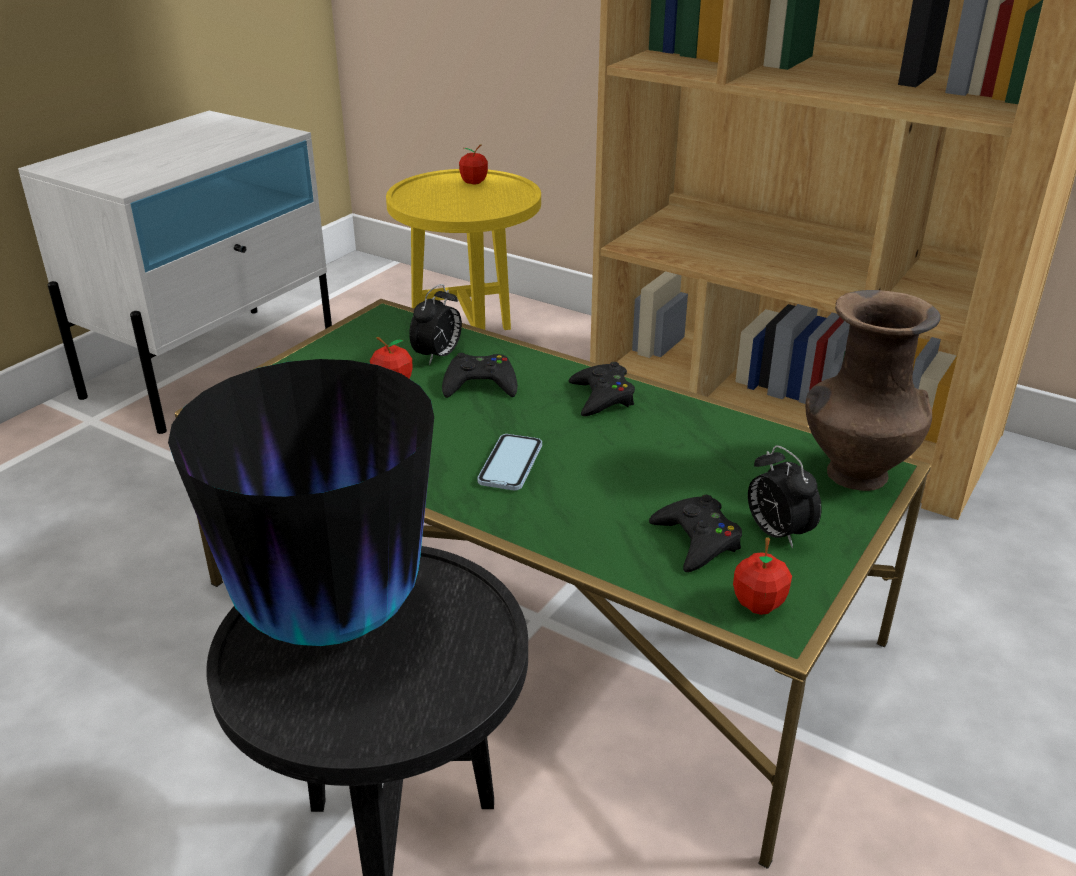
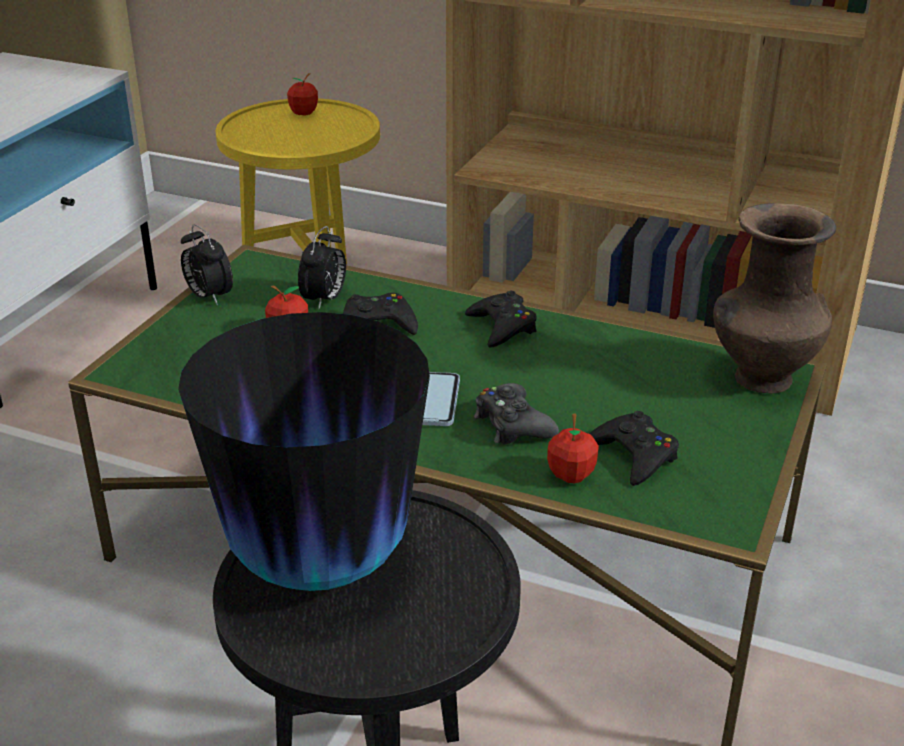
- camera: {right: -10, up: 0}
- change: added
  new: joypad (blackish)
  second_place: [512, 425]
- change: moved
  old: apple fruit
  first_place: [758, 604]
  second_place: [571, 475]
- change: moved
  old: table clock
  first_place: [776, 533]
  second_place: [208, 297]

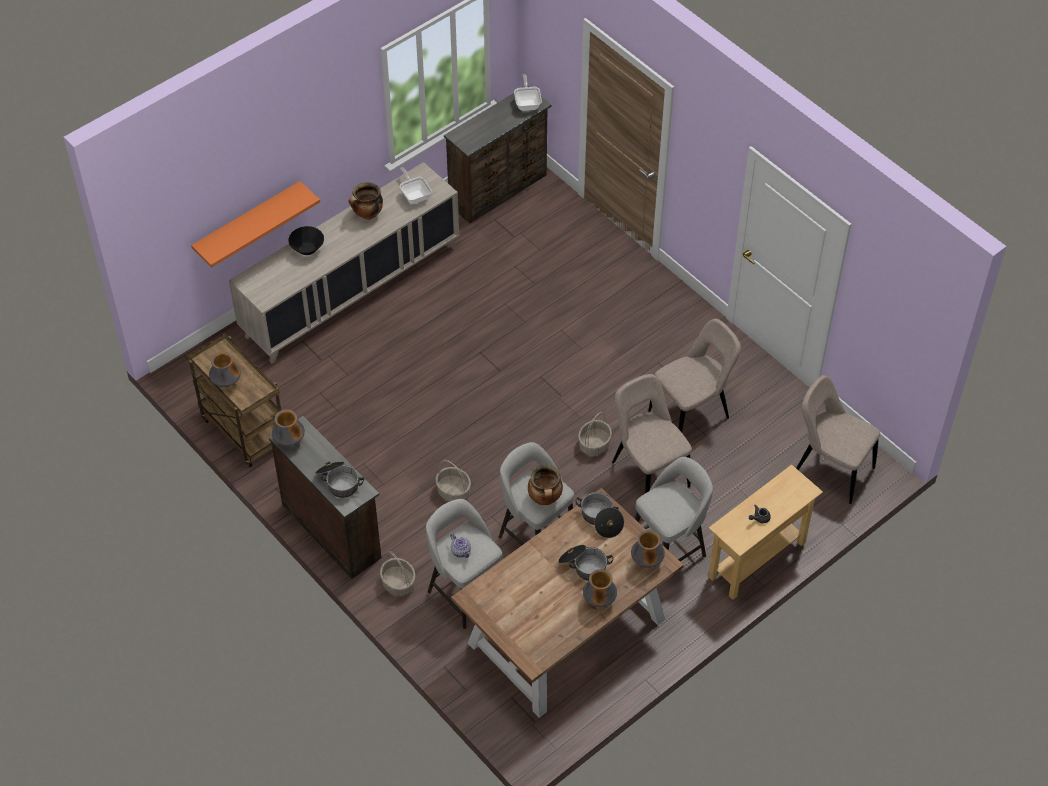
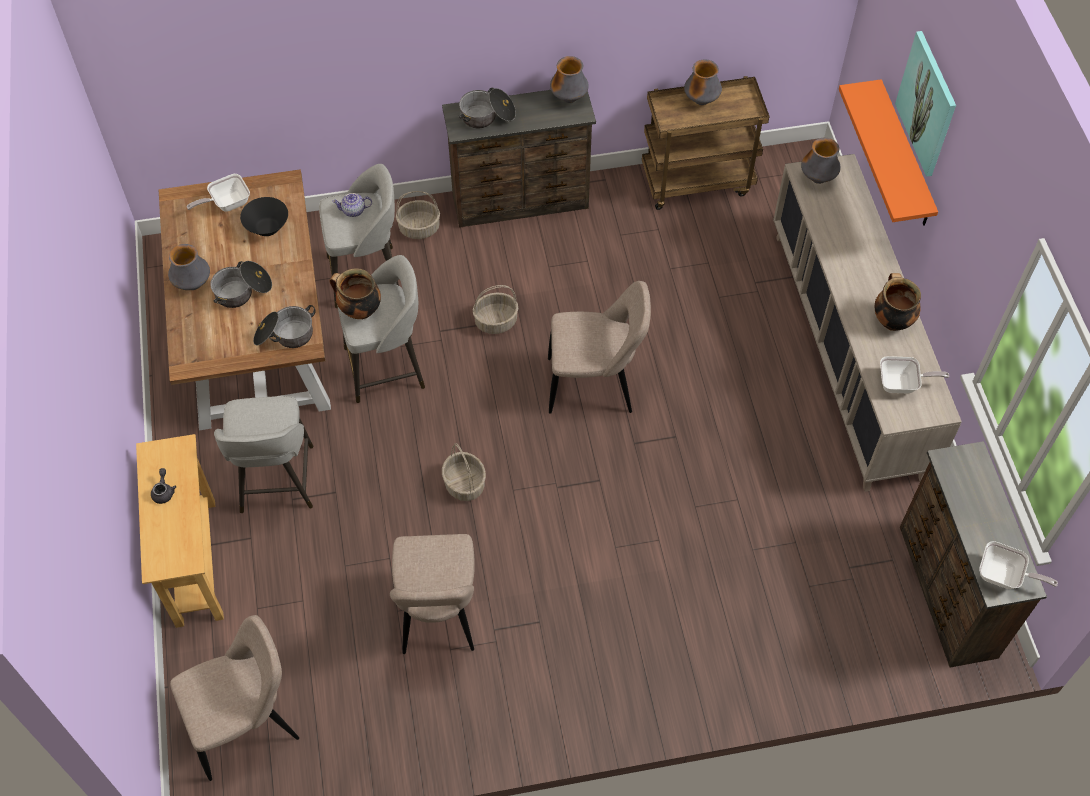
- camera: {right: 120, up: 5}
- change: added
  new: skillet
  second_place: [227, 203]
- change: added
  new: wall art
  second_place: [927, 104]
- change: moved
  old: bowl (blackish)
  first_place: [307, 249]
  second_place: [267, 228]
- change: moved
  old: upright chair (sand-coloured)
  first_place: [648, 471]
  second_place: [594, 385]
- change: moved
  old: vase
  first_place: [647, 561]
  second_place: [817, 178]

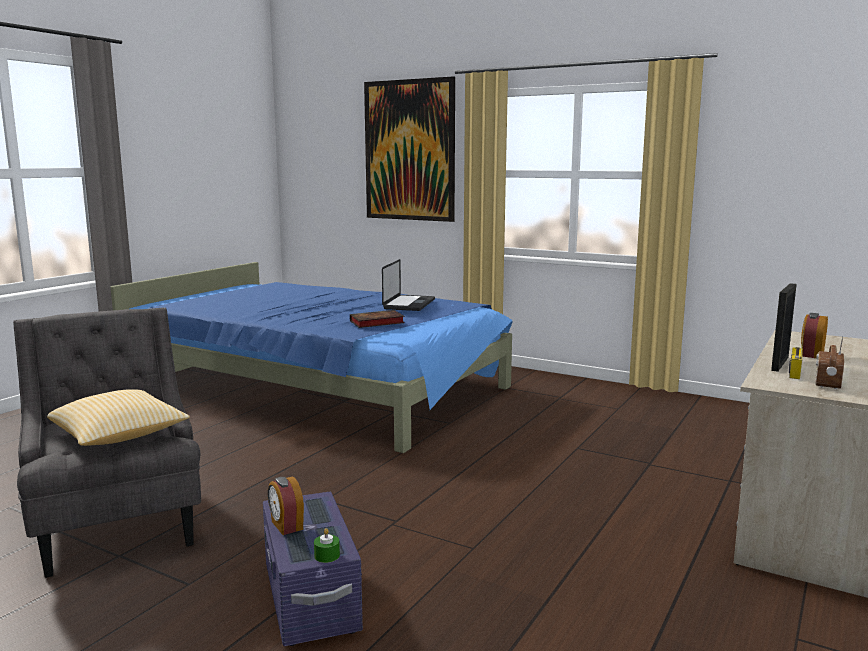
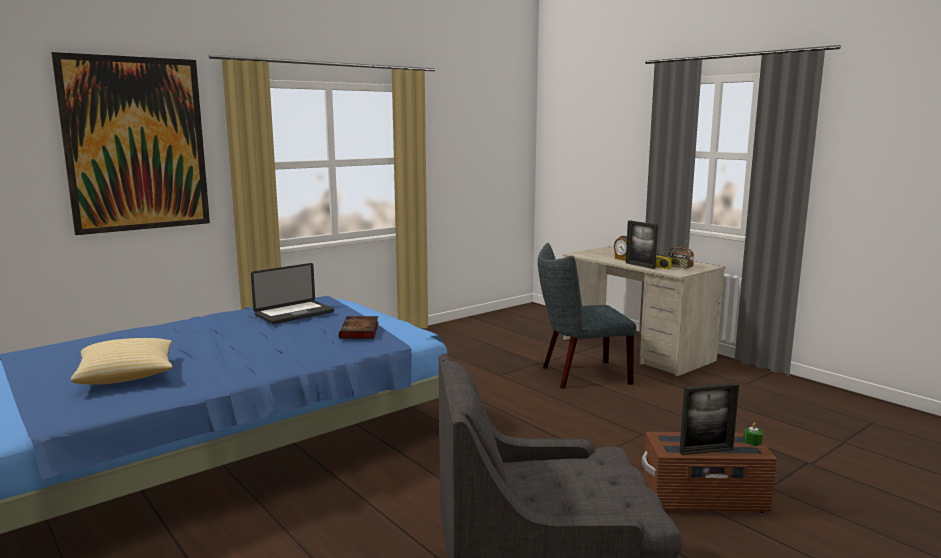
- camera: {right: -70, up: 0}
- change: added
  new: upright chair (grey)
  second_place: [580, 375]
- change: moved
  old: pillow
  first_place: [119, 437]
  second_place: [127, 376]
- change: replaced
  old: table clock
  new: photo frame
  first_place: [286, 526]
  second_place: [706, 451]
- change: recoloured
  old: storage box (purplish)
  new: storage box (brown)
  first_place: [310, 598]
  second_place: [704, 499]
- change: turned
  old: notebook computer
  first_place: [409, 304]
  second_place: [294, 314]
  degrees: 105

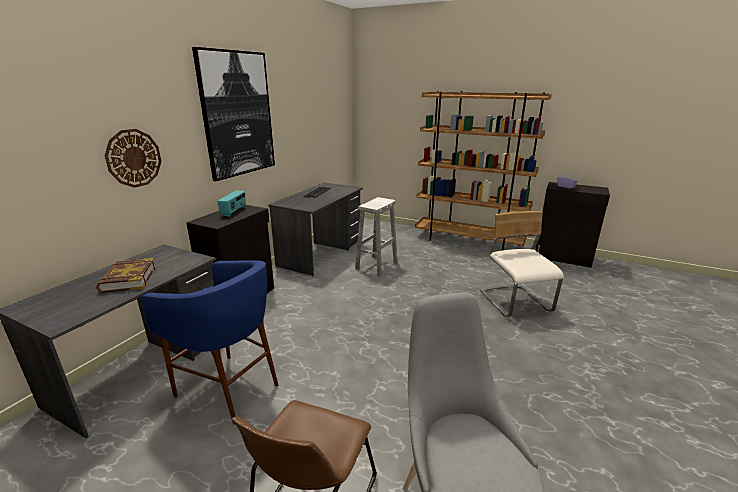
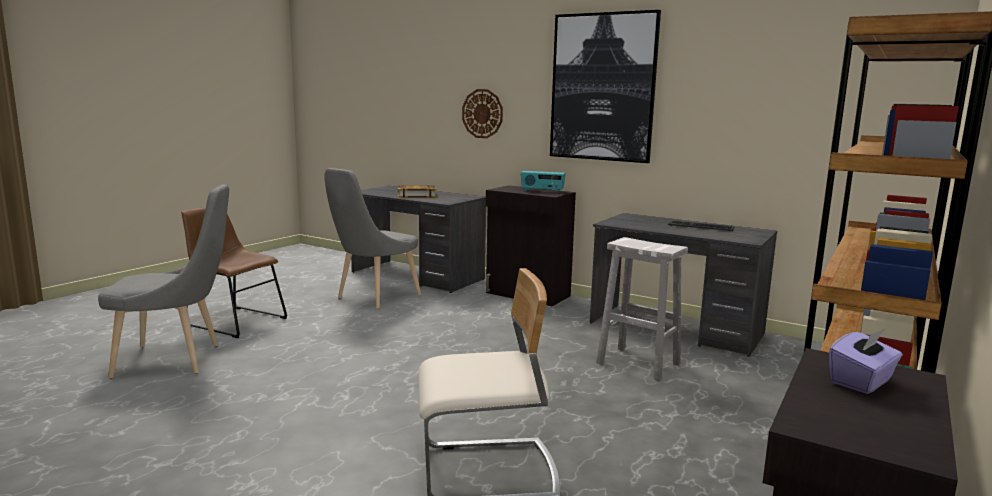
- camera: {right: 95, up: -10}
- change: replaced
  old: sitting stool (blue-coloured)
  new: upright chair (grey)
  first_place: [229, 389]
  second_place: [374, 298]

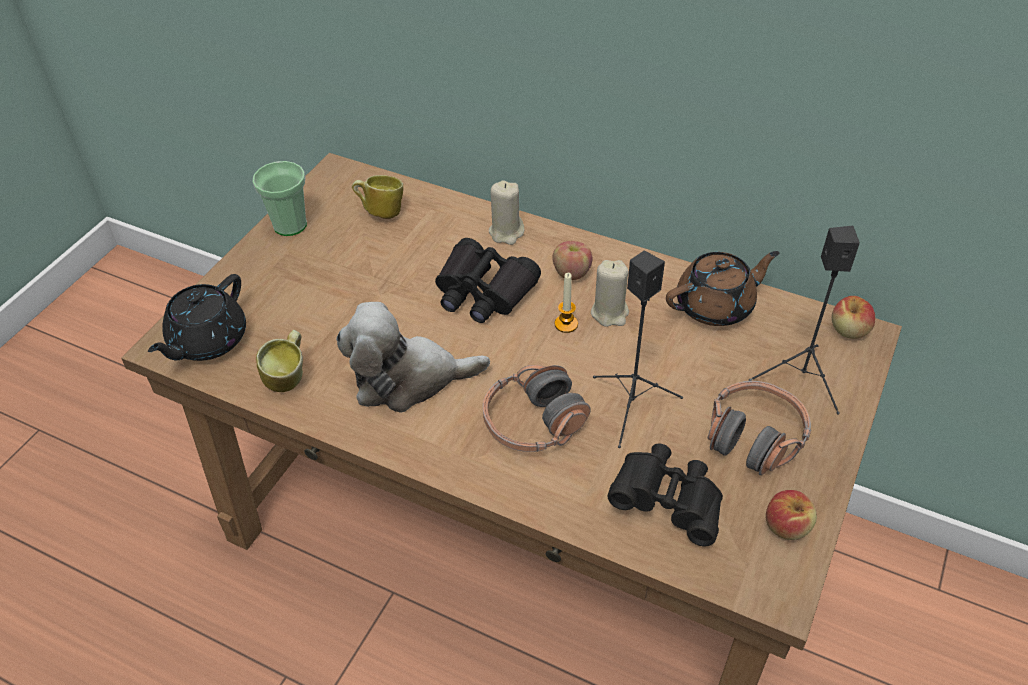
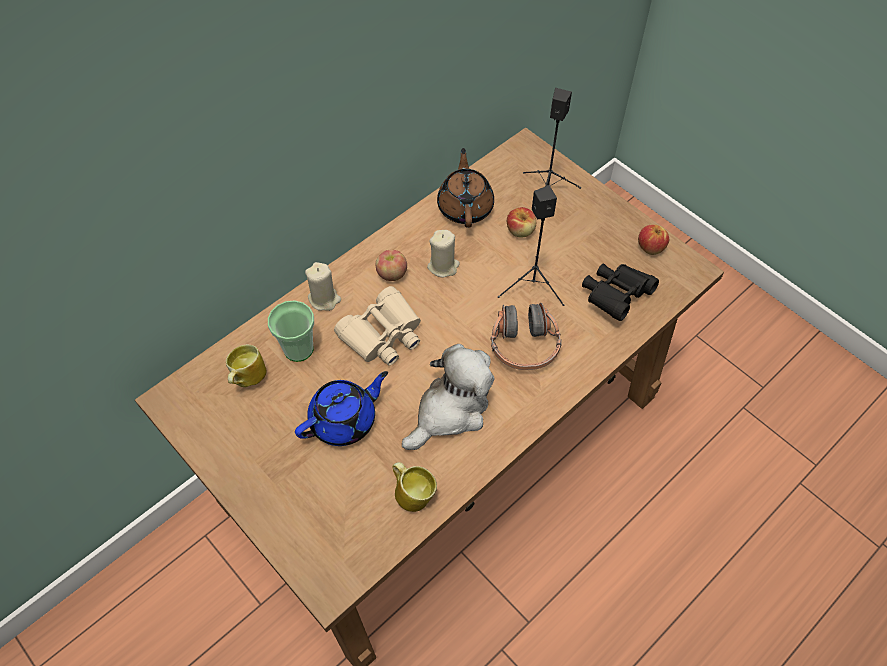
- camera: {right: -70, up: 10}
- change: removed
  old: teapot (blackish)
  first_place: [207, 341]
- change: removed
  old: candle
  first_place: [566, 324]
- change: removed
  old: headphones
  first_place: [754, 437]
- change: added
  new: teapot (blue-coloured)
  second_place: [344, 420]
- change: moved
  old: small cup
  first_place: [290, 225]
  second_place: [298, 349]
- change: moved
  old: apple fruit
  first_place: [849, 330]
  second_place: [520, 230]
- change: recoloured
  old: binoculars (blackish)
  new: binoculars (sand-coloured)
  first_place: [483, 291]
  second_place: [382, 335]
- change: turned
  old: cuddly toy
  first_place: [408, 379]
  second_place: [450, 410]
  degrees: -150

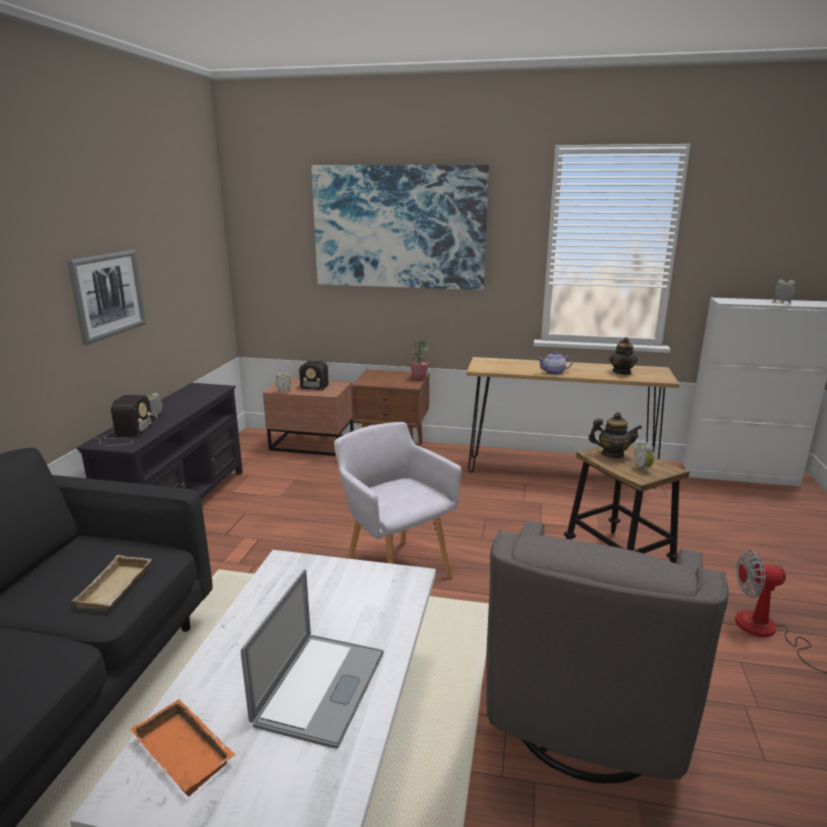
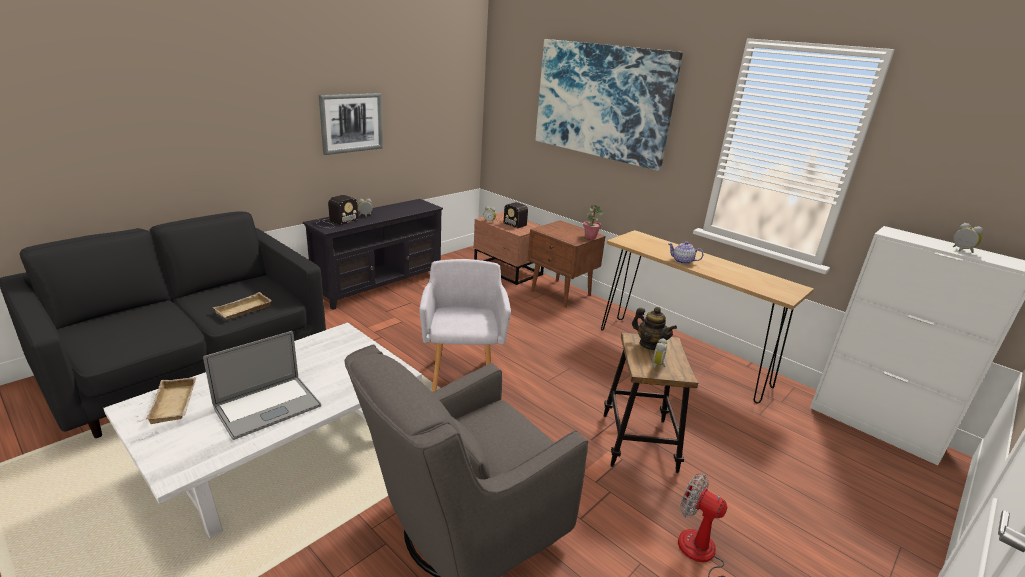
- camera: {right: 30, up: 5}
- change: removed
  old: teapot
  first_place: [622, 372]
- change: recoloured
  old: tray (orange-coloured)
  new: tray (sand-coloured)
  first_place: [187, 751]
  second_place: [176, 404]

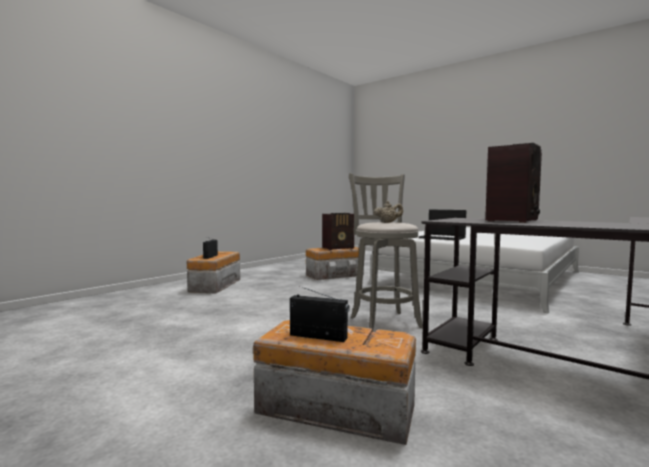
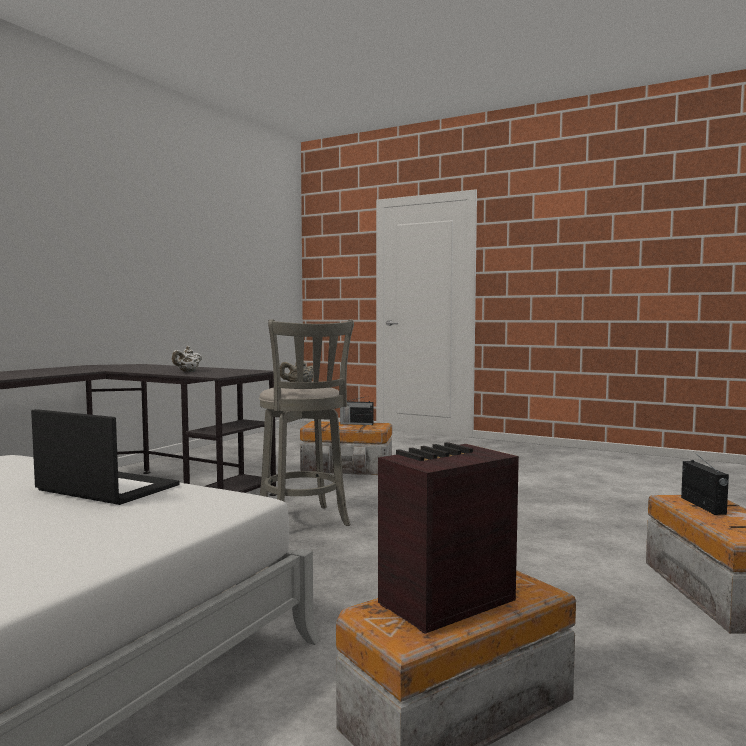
- camera: {right: 170, up: 0}
- change: replaced
  old: radio
  new: teapot (white-coloured)
  first_place: [514, 220]
  second_place: [187, 372]

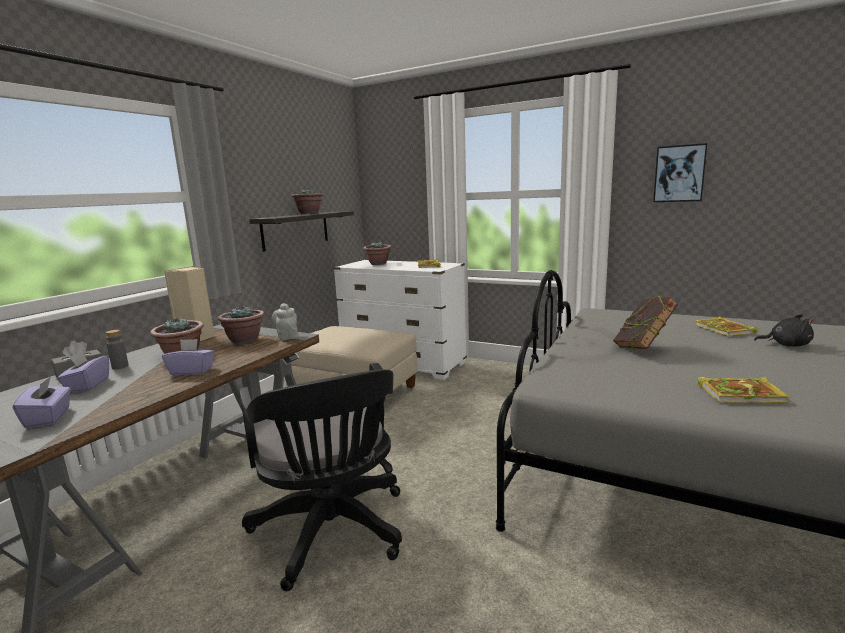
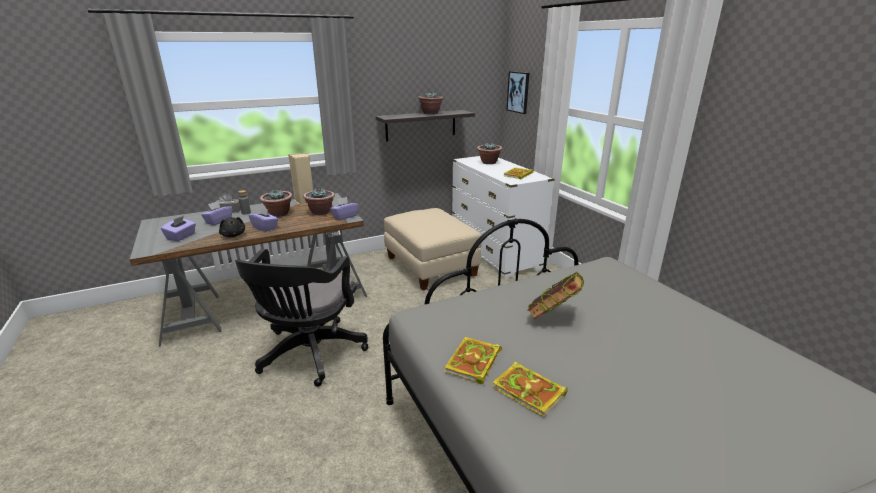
- camera: {right: 35, up: 10}
- change: moved
  old: wall art
  first_place: [679, 173]
  second_place: [518, 92]
- change: moved
  old: book
  first_place: [725, 330]
  second_place: [473, 363]
- change: moved
  old: cuddly toy (blackish)
  first_place: [786, 345]
  second_place: [233, 235]
- change: replaced
  old: teapot (grey)
  new: box of tissues (purplish)
  first_place: [287, 336]
  second_place: [344, 216]

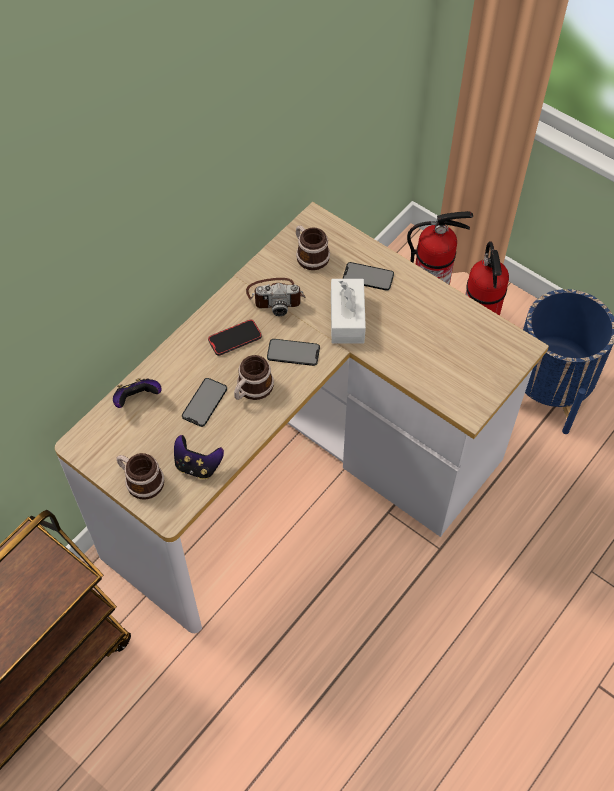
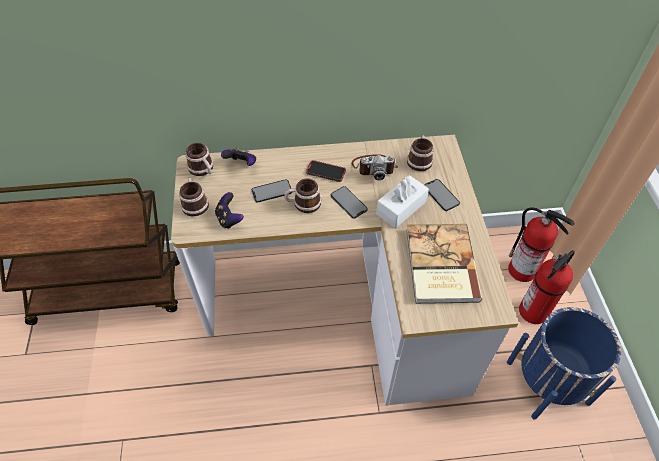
- camera: {right: 45, up: -5}
- change: added
  new: tea mug
  second_place: [203, 169]
- change: added
  new: book
  second_place: [439, 265]
- change: turned
  old: still camera
  first_place: [276, 296]
  second_place: [374, 167]
  degrees: -45

